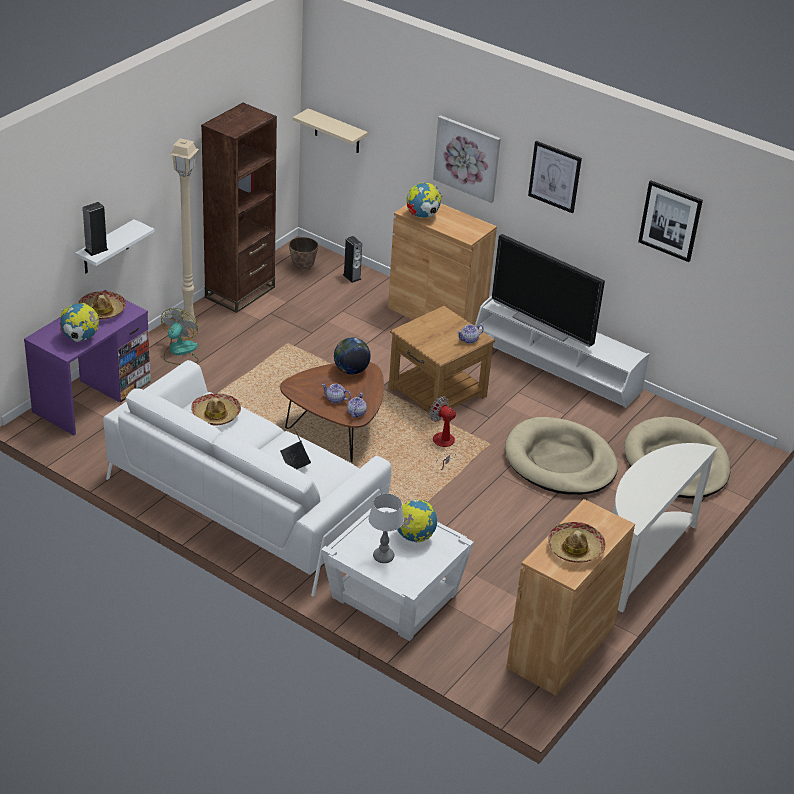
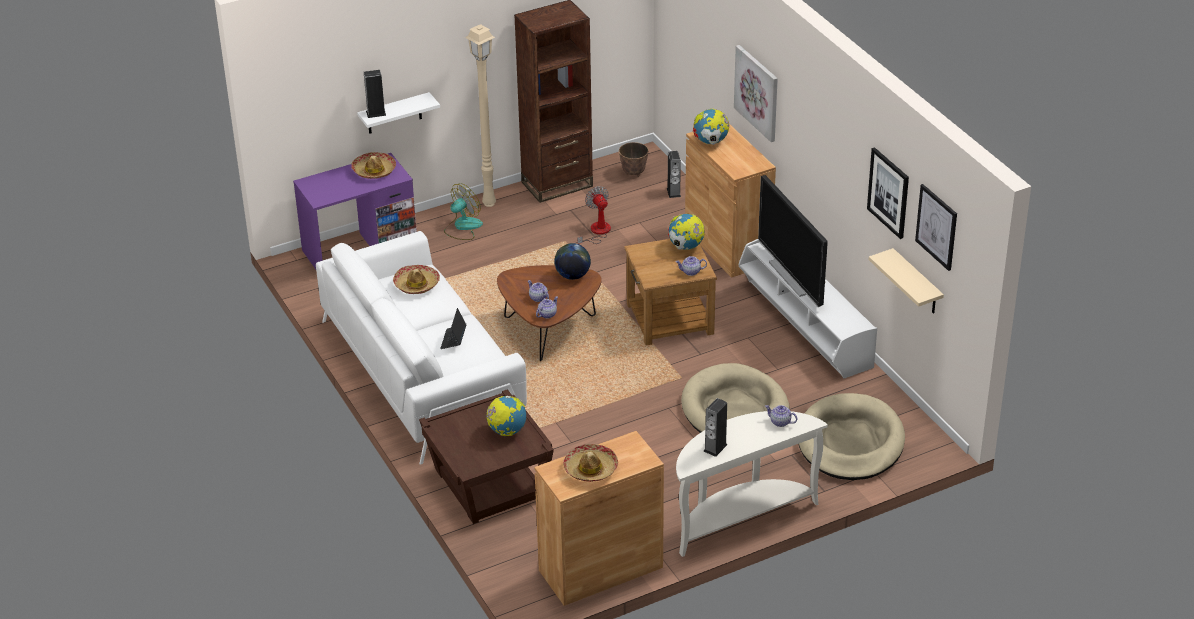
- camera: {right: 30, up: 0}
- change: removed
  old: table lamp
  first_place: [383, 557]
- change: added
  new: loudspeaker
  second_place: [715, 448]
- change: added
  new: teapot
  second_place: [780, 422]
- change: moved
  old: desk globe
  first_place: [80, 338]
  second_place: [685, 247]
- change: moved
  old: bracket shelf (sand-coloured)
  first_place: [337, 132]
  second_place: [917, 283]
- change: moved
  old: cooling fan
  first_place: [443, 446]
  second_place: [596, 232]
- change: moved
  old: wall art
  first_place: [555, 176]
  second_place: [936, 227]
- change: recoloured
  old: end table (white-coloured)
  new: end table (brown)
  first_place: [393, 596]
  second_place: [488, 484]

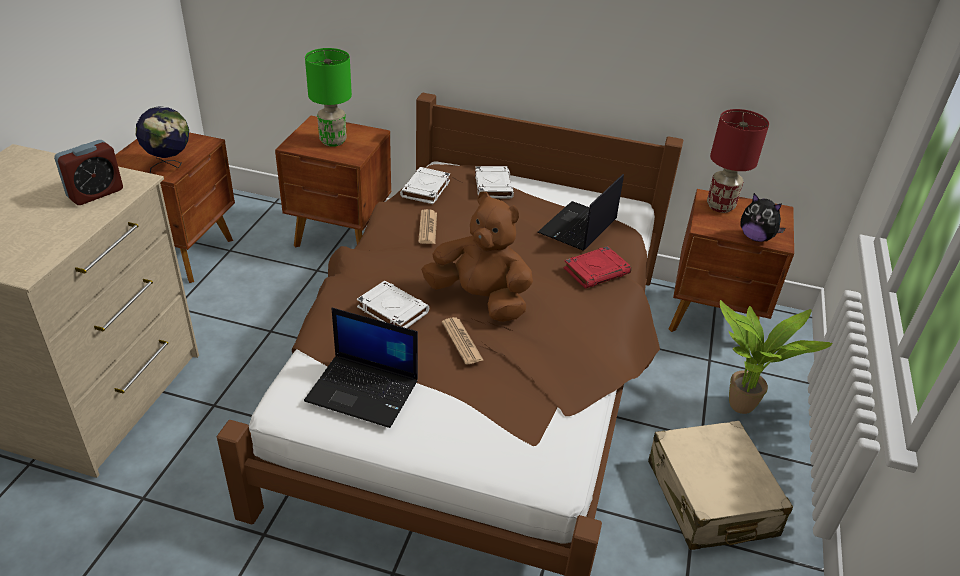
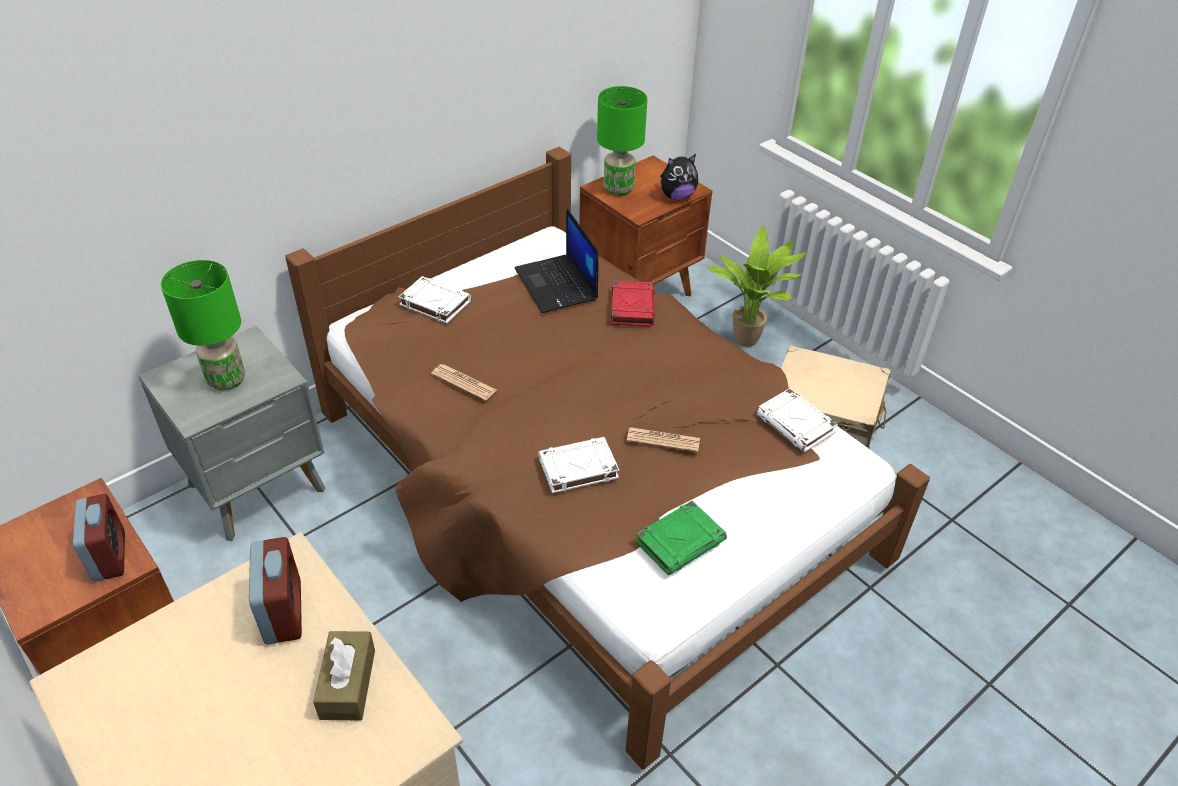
- camera: {right: -55, up: 5}
- change: removed
  old: cuddly toy (brown)
  first_place: [480, 299]
- change: added
  new: box of tissues (brown)
  second_place: [348, 684]
- change: moved
  old: book (white-coloured)
  first_place: [425, 189]
  second_place: [796, 424]
- change: replaced
  old: desk globe
  new: table clock
  first_place: [170, 166]
  second_place: [109, 556]
- change: replaced
  old: notebook computer
  new: book (green-coloured)
  first_place: [364, 390]
  second_place: [680, 541]
- change: recoloured
  old: nightstand (brown)
  new: nightstand (grey)
  first_place: [342, 237]
  second_place: [260, 488]
- change: recoloured
  old: table lamp (red-coloured)
  new: table lamp (green-coloured)
  first_place: [720, 207]
  second_place: [619, 189]

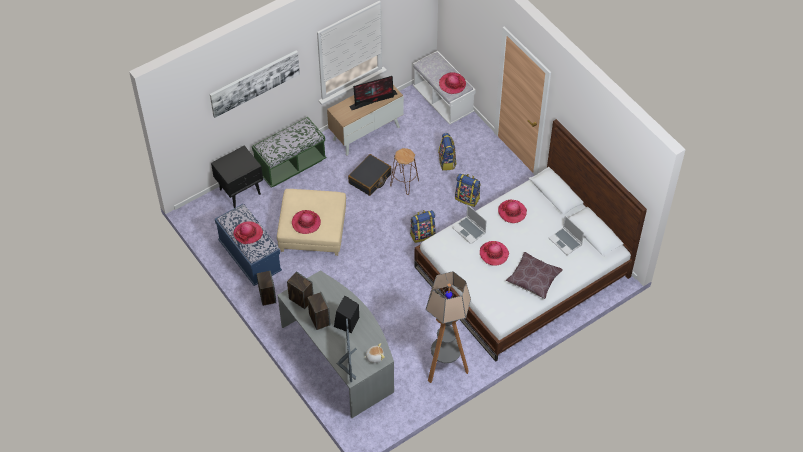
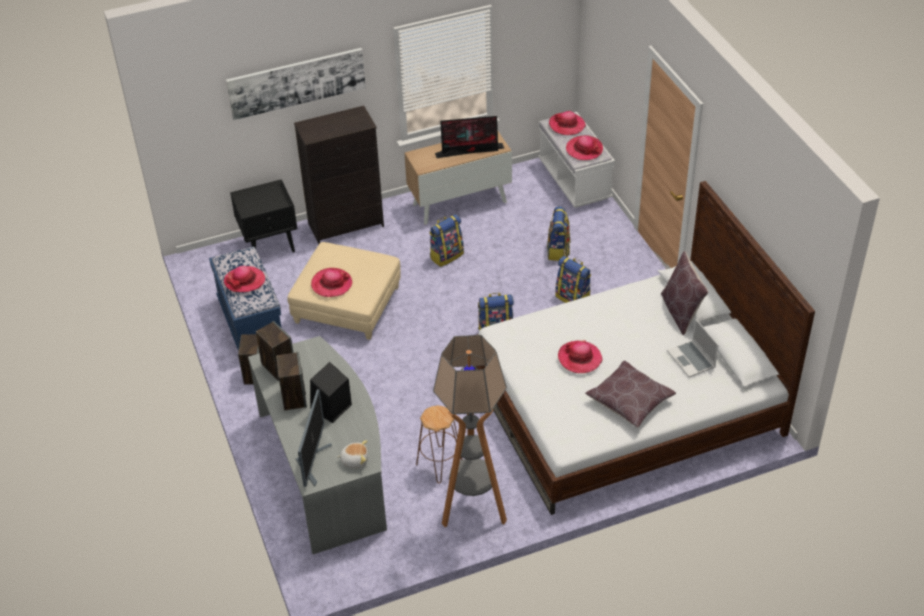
- camera: {right: 15, up: -10}
- change: removed
  old: notebook computer
  first_place: [469, 230]
- change: added
  new: pillow (brown)
  second_place: [681, 312]
- change: moved
  old: sitting stool (brown)
  first_place: [404, 183]
  second_place: [440, 465]
- change: moved
  old: hat
  first_place: [512, 212]
  second_place: [567, 125]
- change: replaced
  old: indoor bench (green-coloured)
  new: drawer chest (blackish)
  first_place: [290, 165]
  second_place: [346, 225]
- change: replaced
  old: suitcase (blackish)
  new: rucksack
  first_place: [370, 179]
  second_place: [446, 255]

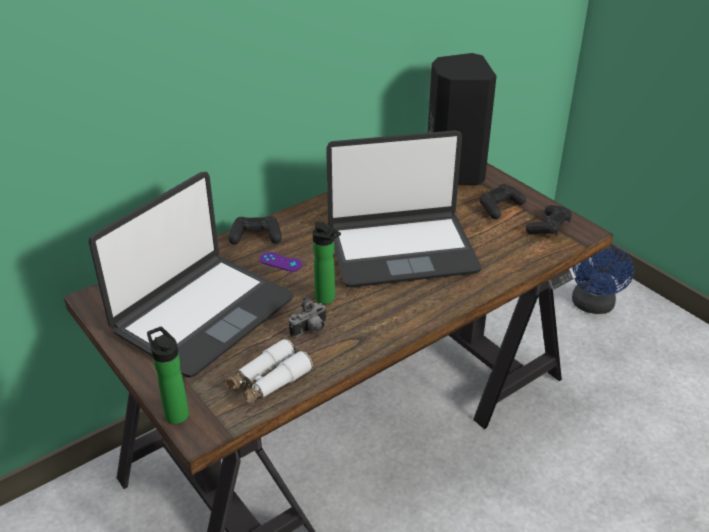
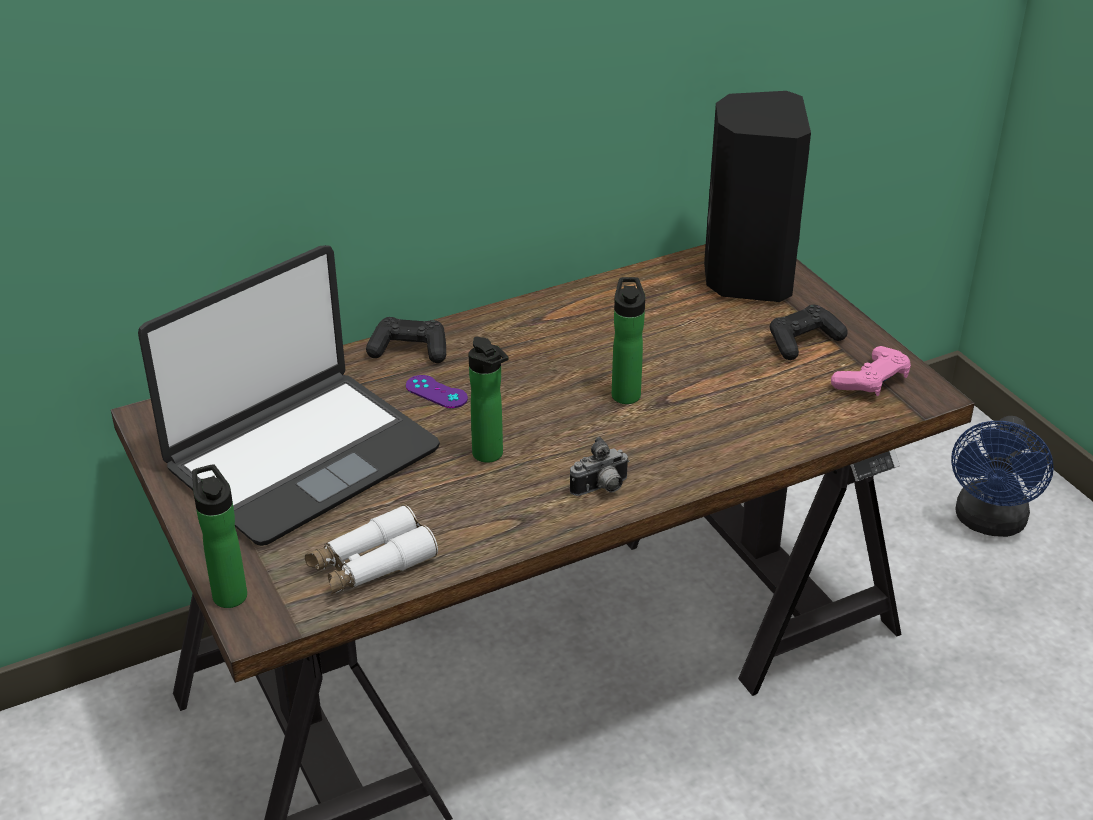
- camera: {right: 10, up: 0}
- change: moved
  old: still camera
  first_place: [310, 330]
  second_place: [601, 489]
- change: replaced
  old: notebook computer
  new: bottle
  first_place: [401, 250]
  second_place: [625, 393]
- change: recoloured
  old: joypad (blackish)
  new: joypad (pinkish)
  first_place: [549, 227]
  second_place: [872, 381]

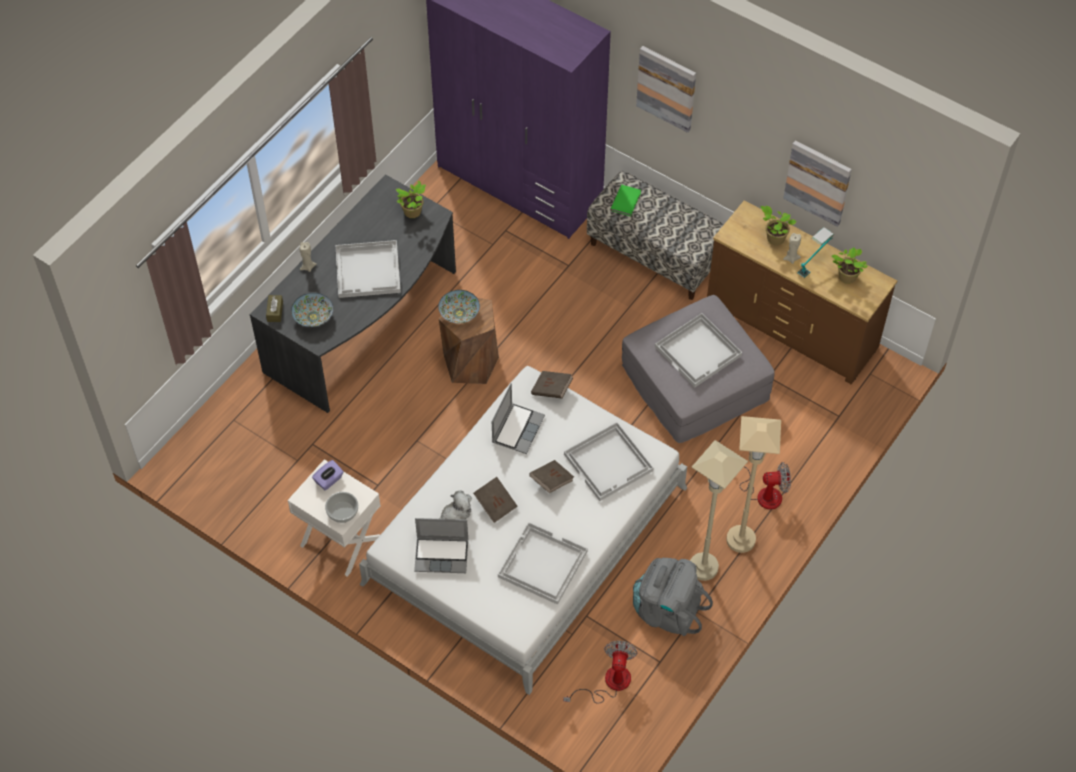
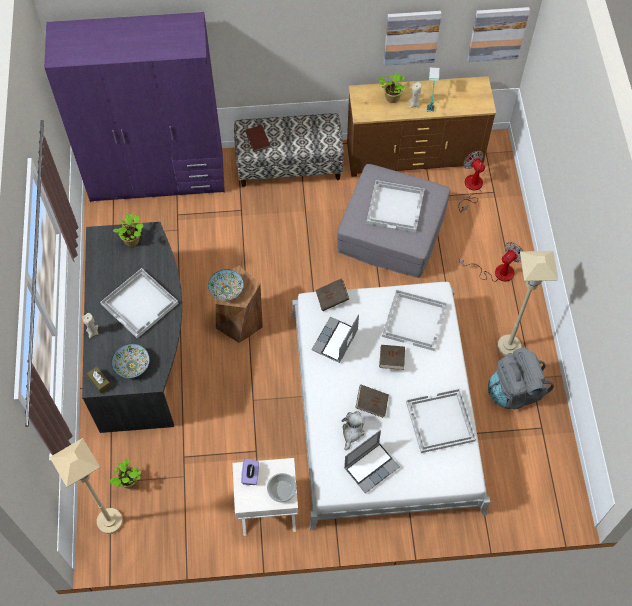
- camera: {right: -40, up: 5}
- change: moved
  old: cooling fan
  first_place: [609, 683]
  second_place: [471, 188]
- change: moved
  old: wall art
  first_place: [666, 88]
  second_place: [497, 33]
- change: moved
  old: standing lamp (sand-coloured)
  first_place: [740, 539]
  second_place: [110, 521]
- change: moved
  old: potted plant
  first_place: [846, 277]
  second_place: [129, 483]
- change: recoloured
  old: book (green-coloured)
  new: book (brown)
  first_place: [626, 201]
  second_place: [258, 138]
- change: turned
  old: notebook computer
  first_place: [517, 428]
  second_place: [335, 341]
  degrees: -135

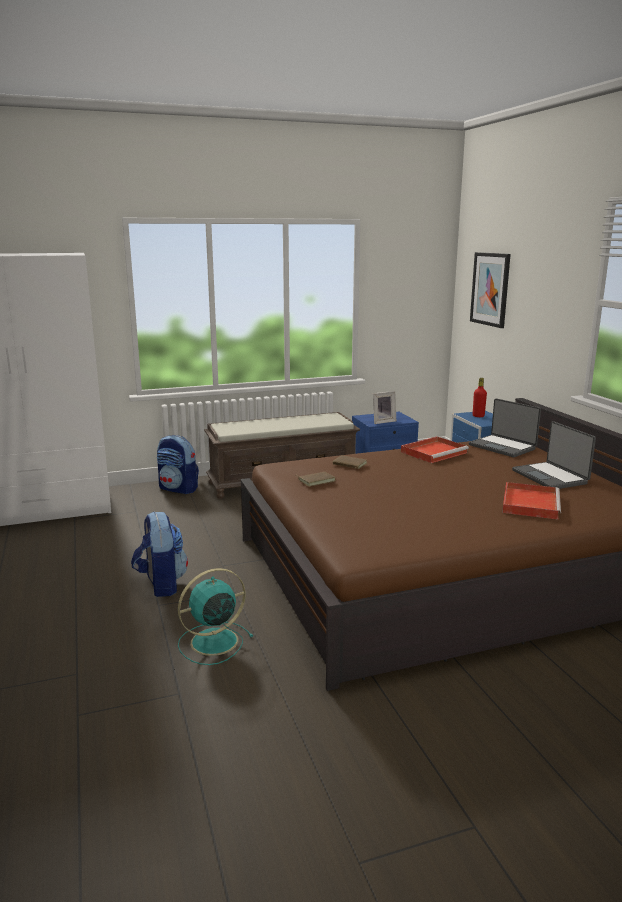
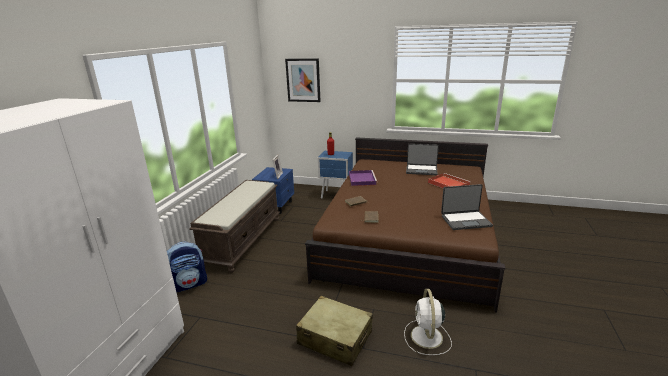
- camera: {right: -55, up: 5}
- change: moved
  old: notebook computer
  first_place: [503, 447]
  second_place: [465, 220]
- change: replaced
  old: rucksack
  new: suitcase (sand-coloured)
  first_place: [161, 584]
  second_place: [335, 338]
- change: recoloured
  old: cooling fan (turquoise-coloured)
  new: cooling fan (white-coloured)
  first_place: [212, 642]
  second_place: [427, 338]
- change: recoloured
  old: tray (red-coloured)
  new: tray (purplish)
  first_place: [434, 452]
  second_place: [361, 179]

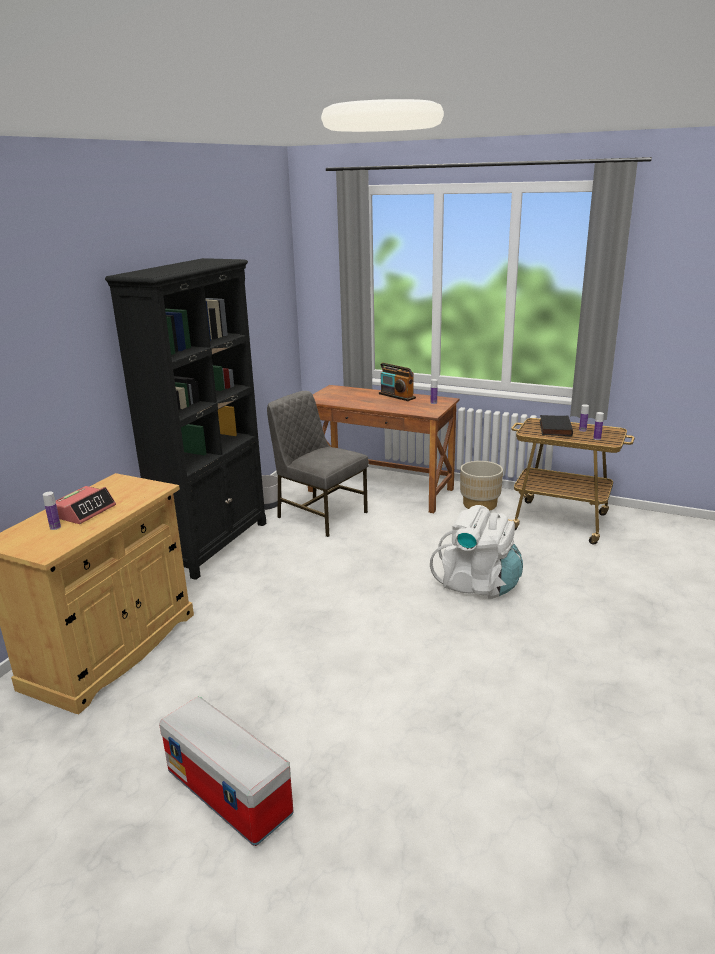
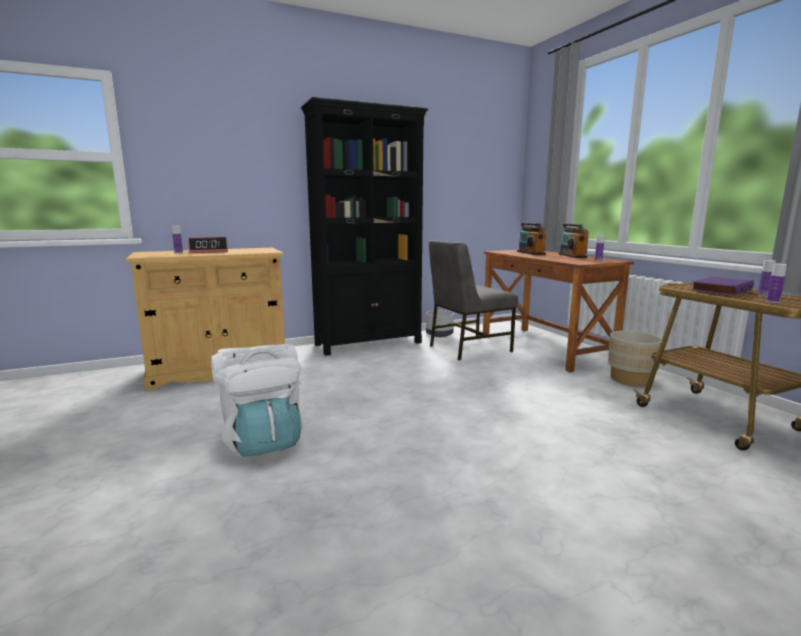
- camera: {right: 40, up: -10}
- change: removed
  old: storage box
  first_place: [230, 793]
- change: added
  new: radio
  second_place: [530, 253]
- change: moved
  old: rucksack (white-coloured)
  first_place: [477, 584]
  second_place: [262, 440]
- change: recoloured
  old: book (blackish)
  new: book (purplish)
  first_place: [554, 428]
  second_place: [720, 289]
- change: turned
  old: upright chair (grey)
  first_place: [320, 515]
  second_place: [468, 348]
  degrees: -105

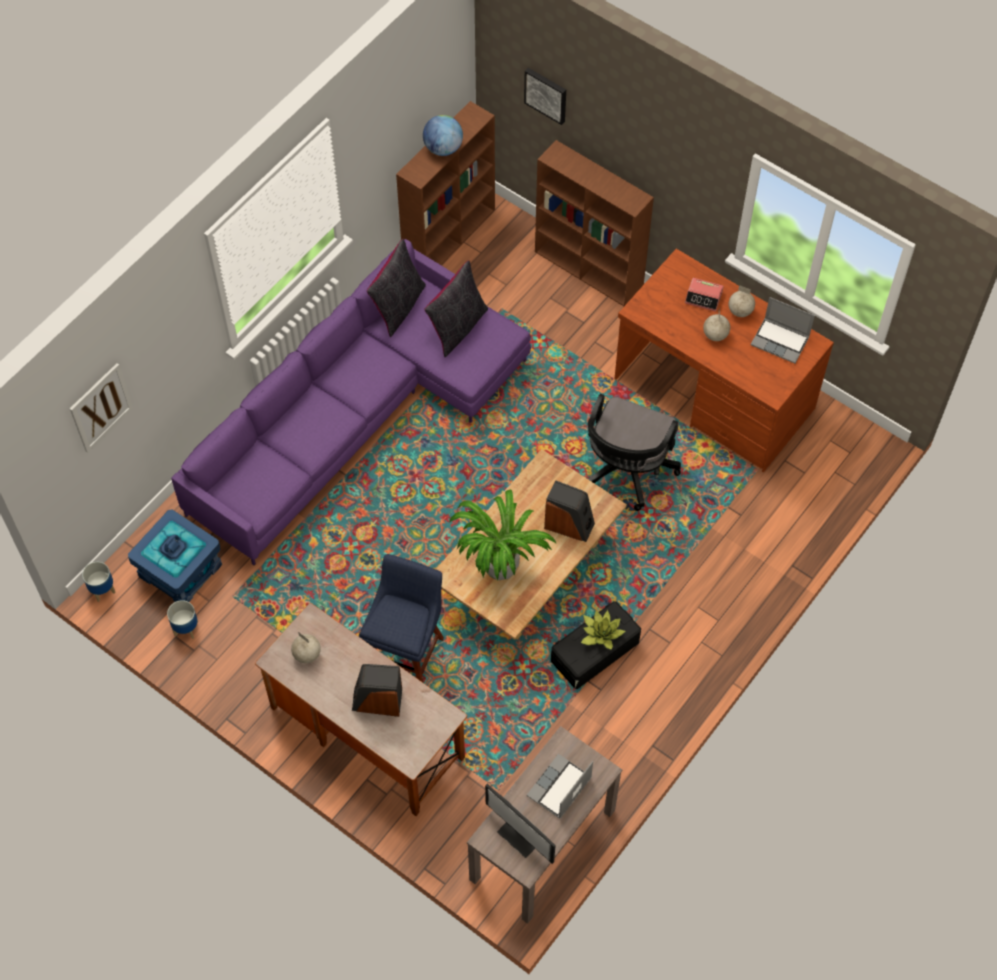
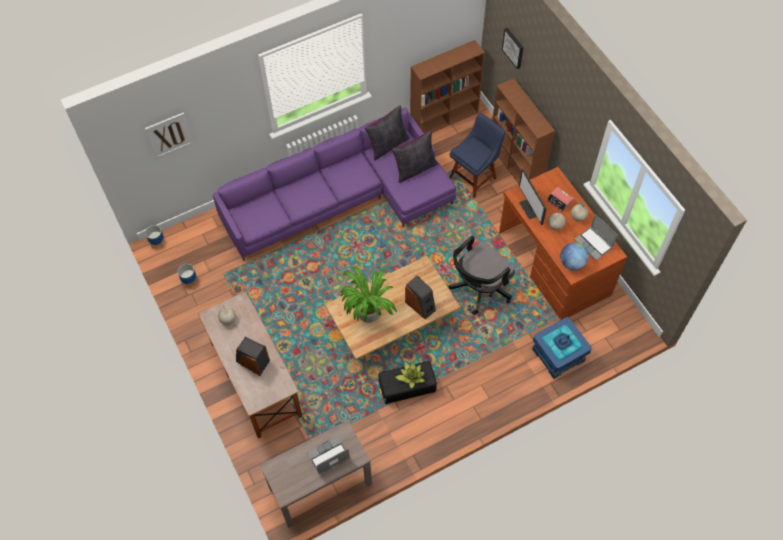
- camera: {right: 25, up: 0}
- change: moved
  old: storage box (blue-coloured)
  first_place: [180, 570]
  second_place: [558, 354]
- change: moved
  old: upright chair (blue-coloured)
  first_place: [406, 649]
  second_place: [474, 176]
- change: moved
  old: desk globe
  first_place: [443, 148]
  second_place: [572, 263]
- change: moved
  old: computer screen
  first_place: [520, 836]
  second_place: [530, 208]

